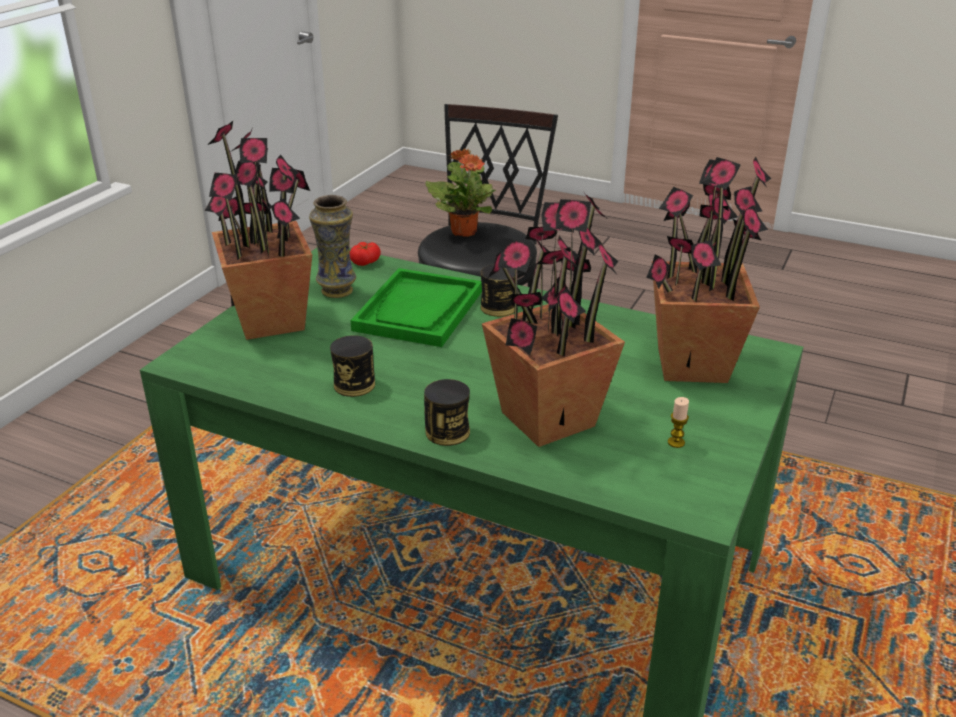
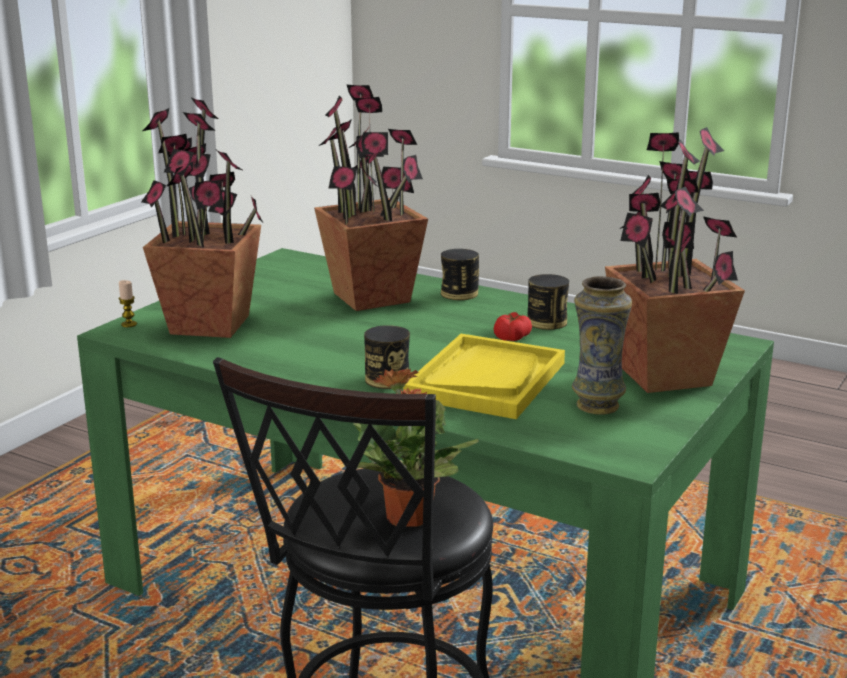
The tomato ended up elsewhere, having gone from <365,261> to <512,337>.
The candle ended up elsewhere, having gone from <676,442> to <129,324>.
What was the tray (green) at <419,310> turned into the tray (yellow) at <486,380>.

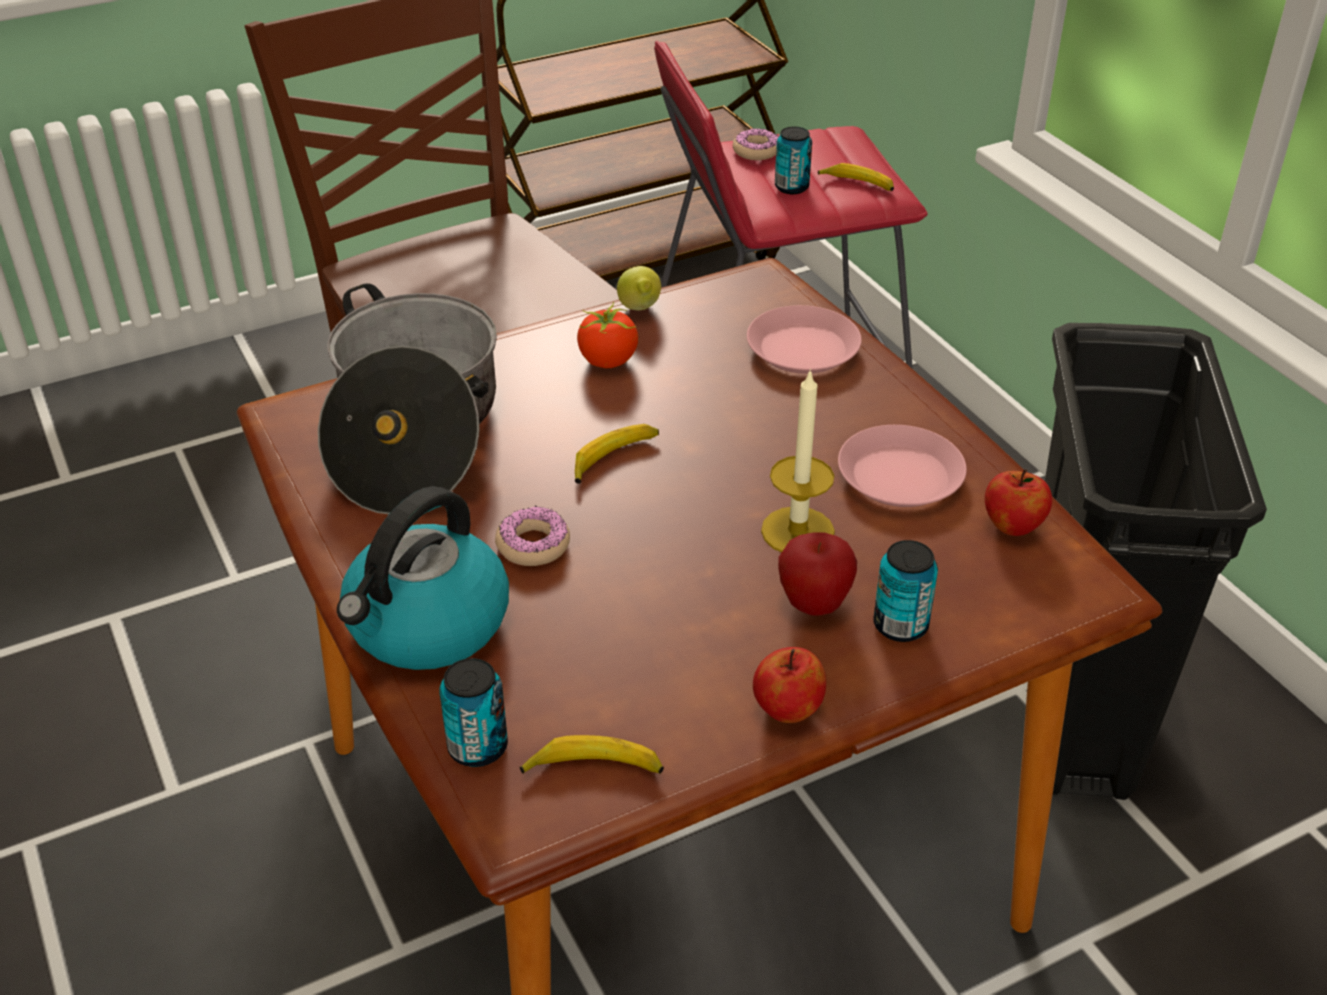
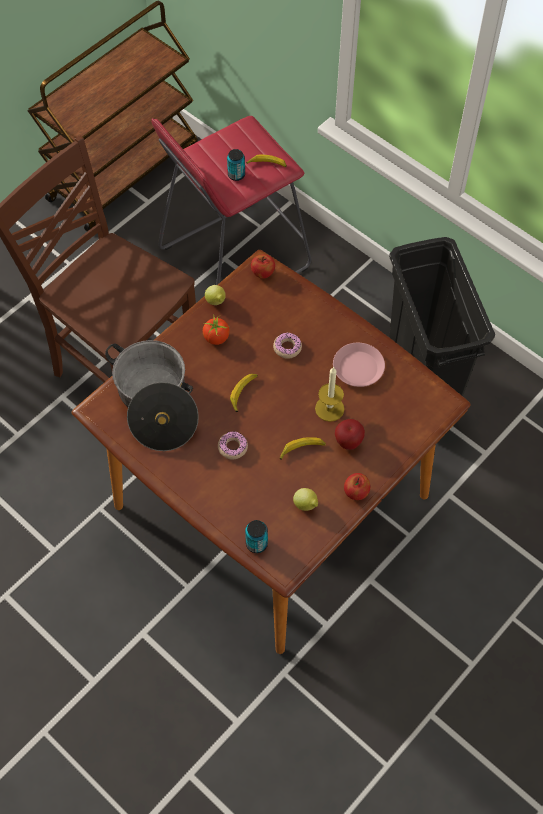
The second view lost the kettle at <427,626>.
The second view lost the plate (pink) at <803,349>.
The second view lost the can at <900,625>.
The second view gained the lemon at <306,505>.
The banana ended up elsewhere, having gone from <594,769> to <302,450>.
The donut ended up elsewhere, having gone from <756,151> to <287,348>.
The apple ended up elsewhere, having gone from <1012,526> to <263,273>.

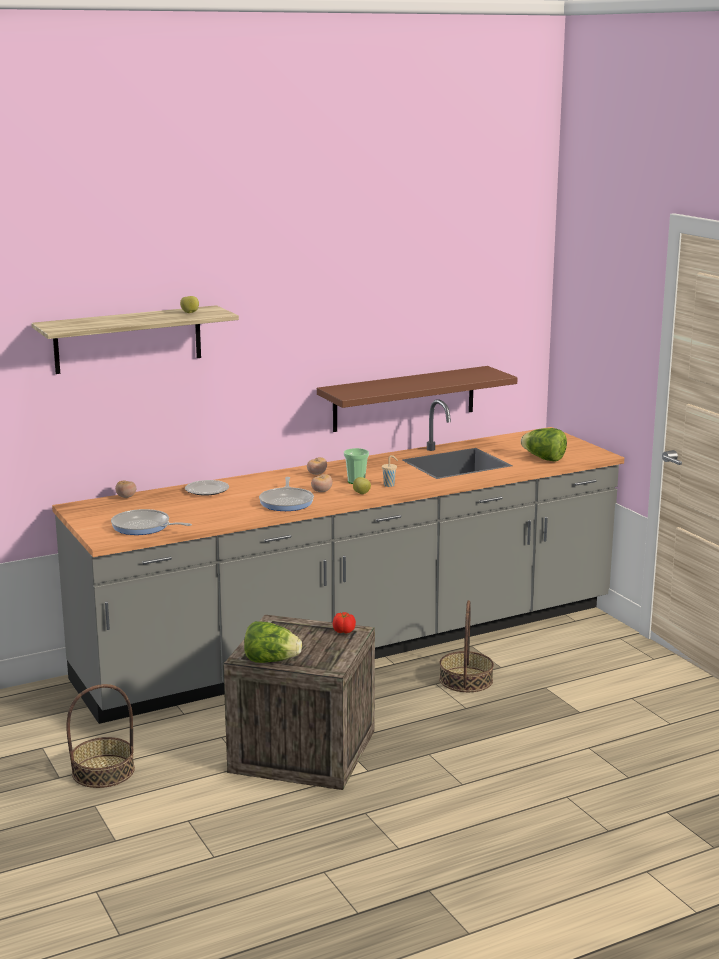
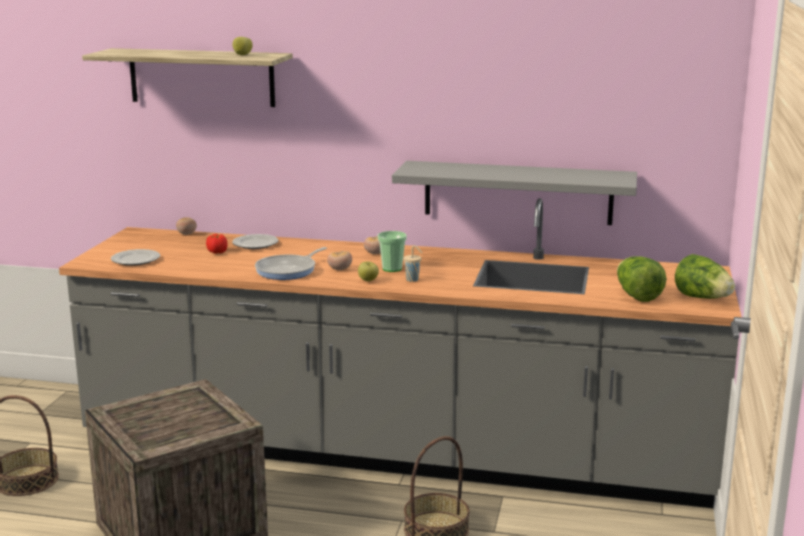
The lettuce ended up elsewhere, having gone from <271,661> to <702,298>.
The tomato ended up elsewhere, having gone from <344,631> to <217,252>.
Where the frying pan stood at <143,527>, the plate came to stand at <135,260>.
What was the shelf (brown) at <404,398> turned into the shelf (grey) at <518,192>.

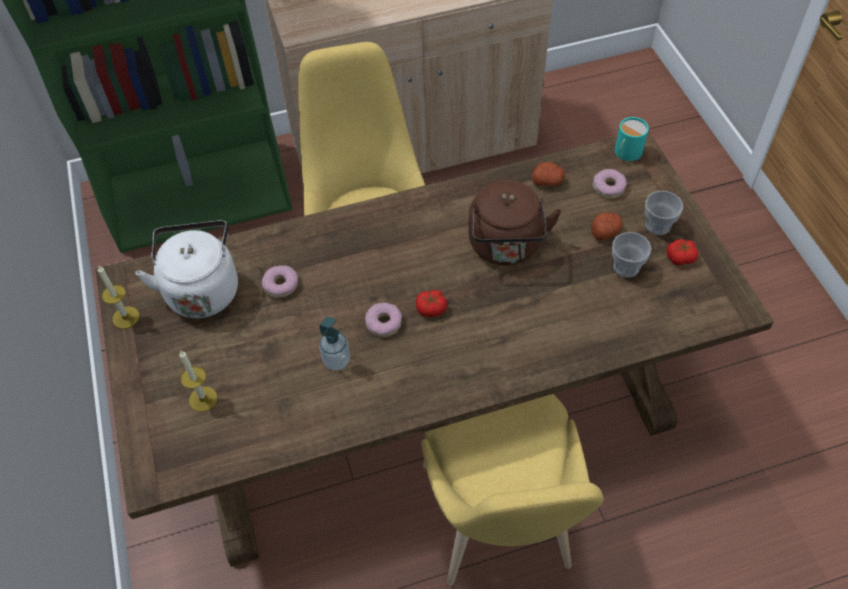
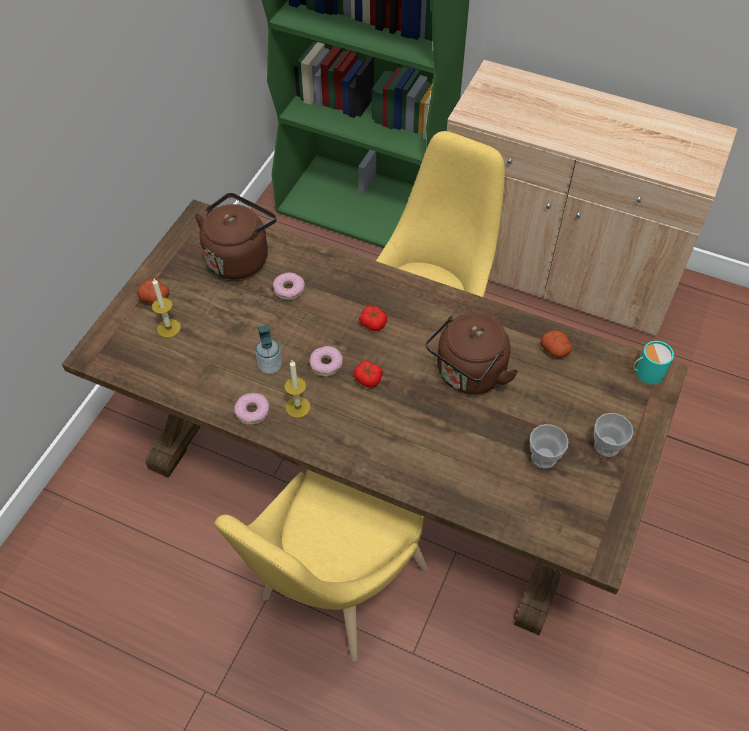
The candle ended up elsewhere, having gone from <126,317> to <298,407>.
The potato ended up elsewhere, having gone from <605,232> to <155,298>.
The donut ended up elsewhere, having gone from <608,187> to <252,411>.
The tomato ended up elsewhere, having gone from <680,257> to <373,323>.
What was the kettle (white) at <202,289> turned into the kettle (brown) at <239,257>.

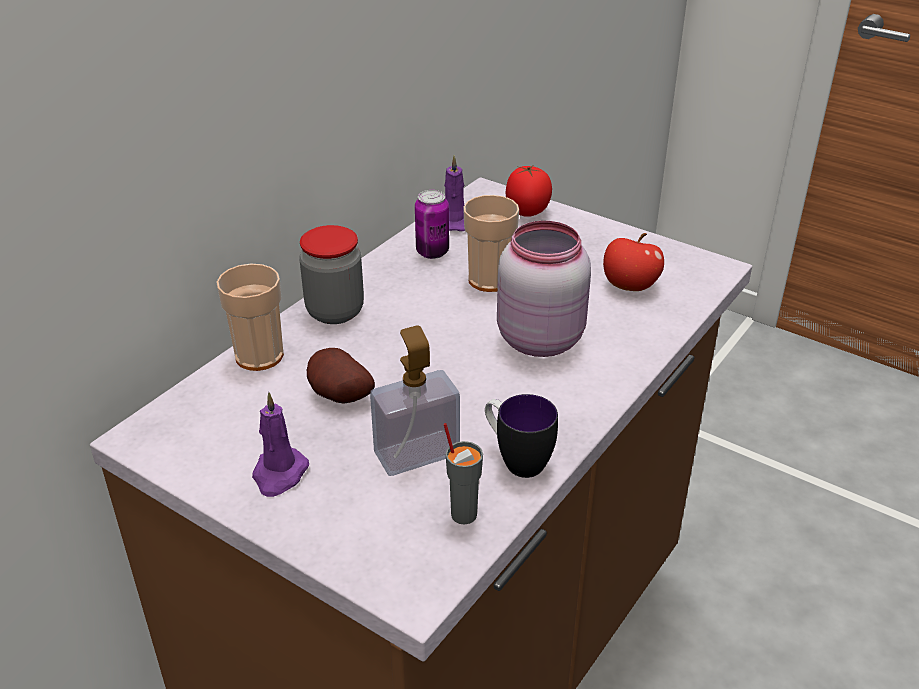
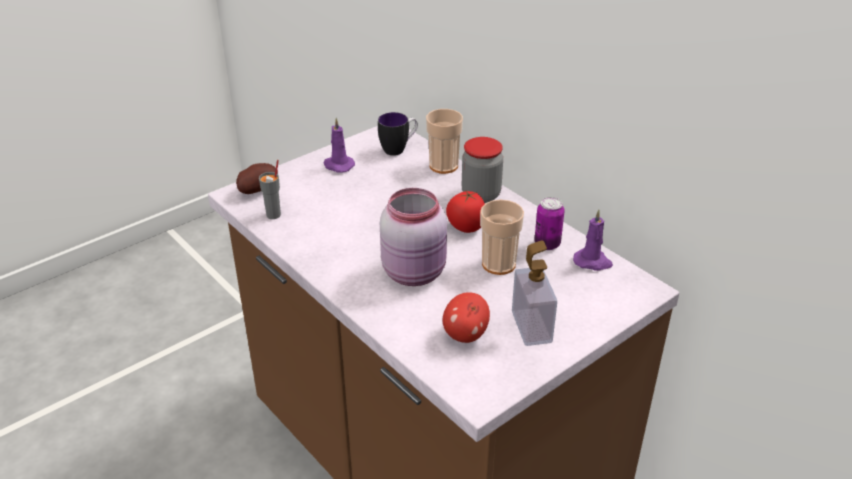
The potato ended up elsewhere, having gone from <338,397> to <257,190>.
The soap dispenser ended up elsewhere, having gone from <416,453> to <531,327>.
The mug ended up elsewhere, having gone from <516,459> to <399,149>.
The tomato ended up elsewhere, having gone from <527,213> to <466,228>.

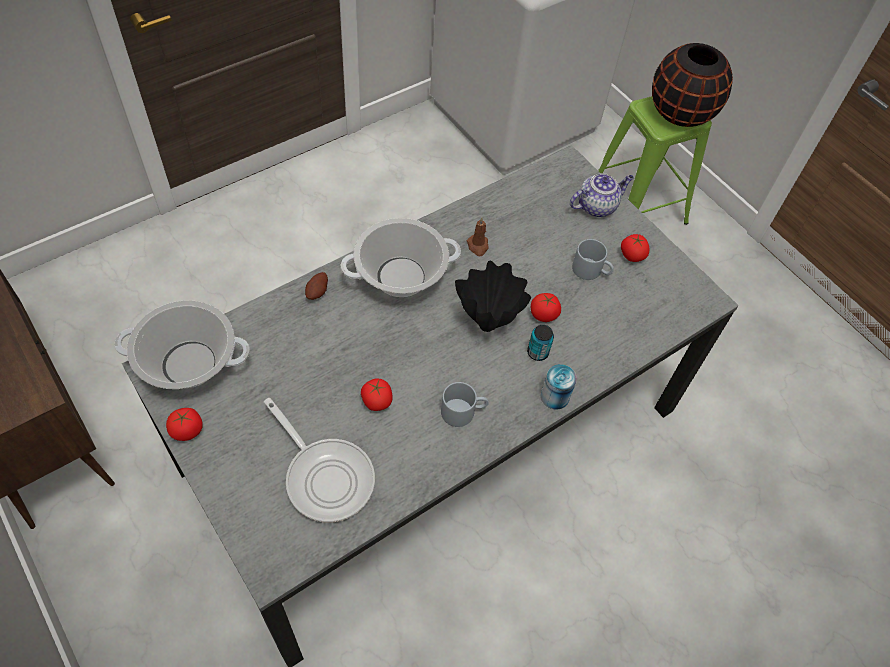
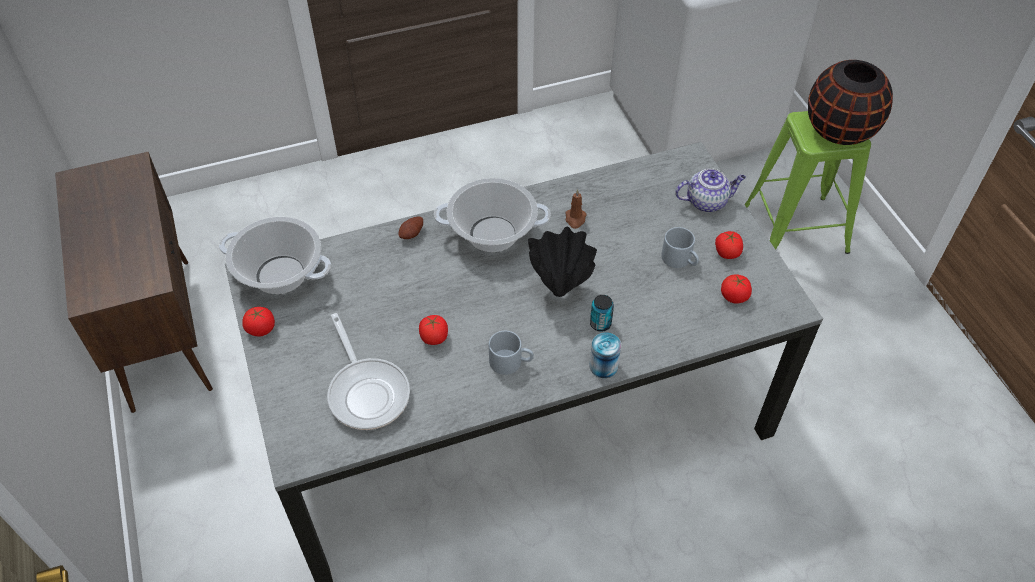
The tomato ended up elsewhere, having gone from <543,314> to <734,296>.

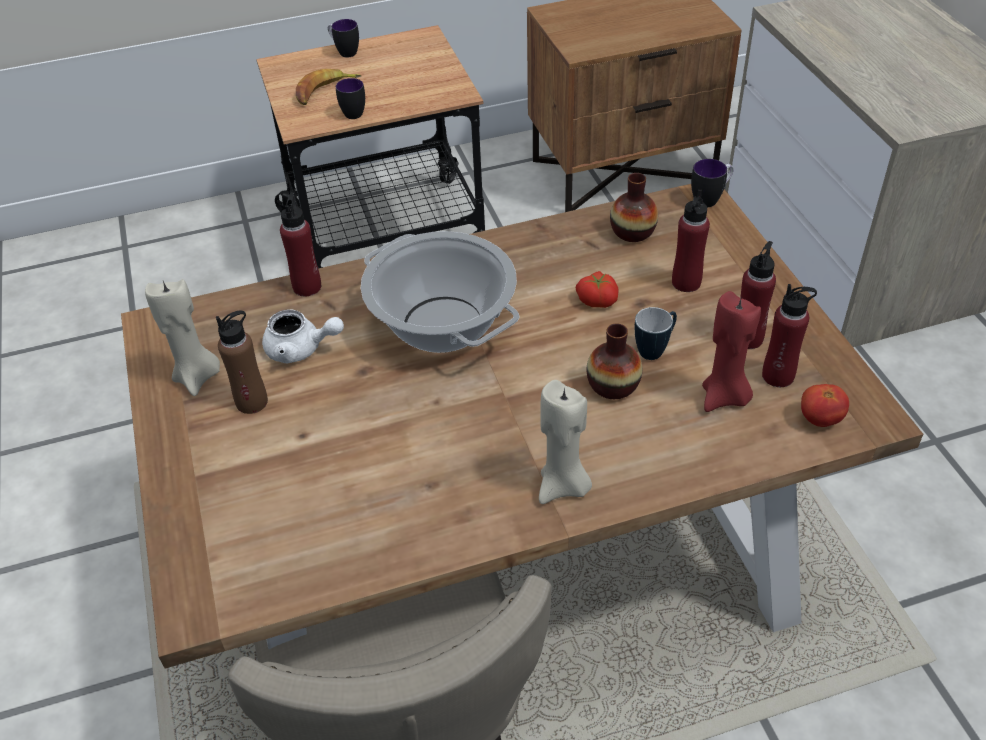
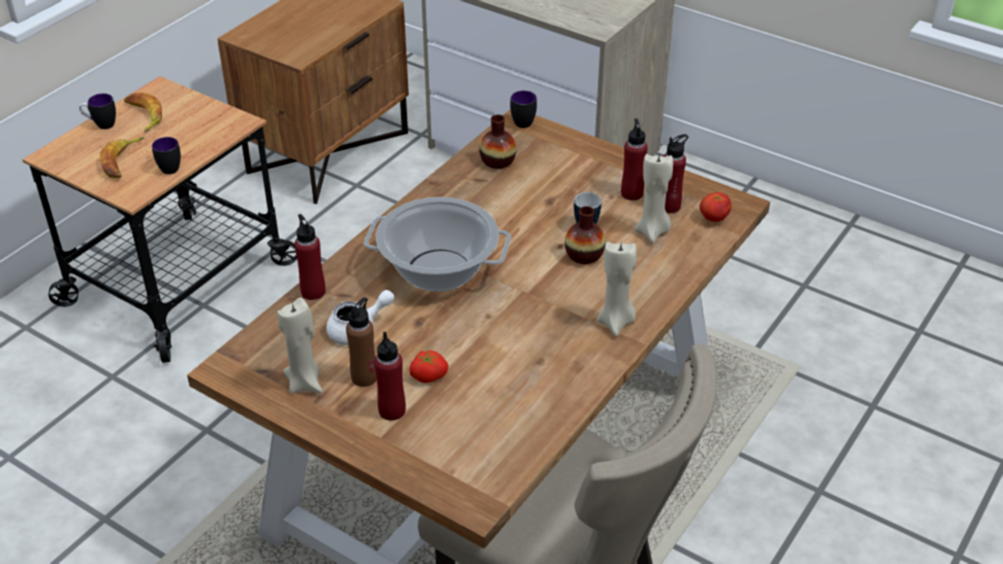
The second view gained the banana at <143,116>.
The tomato ended up elsewhere, having gone from <597,299> to <428,374>.
The bottle (red) ended up elsewhere, having gone from <686,282> to <392,410>.
What was the candle (red) at <724,397> turned into the candle (beige) at <653,231>.

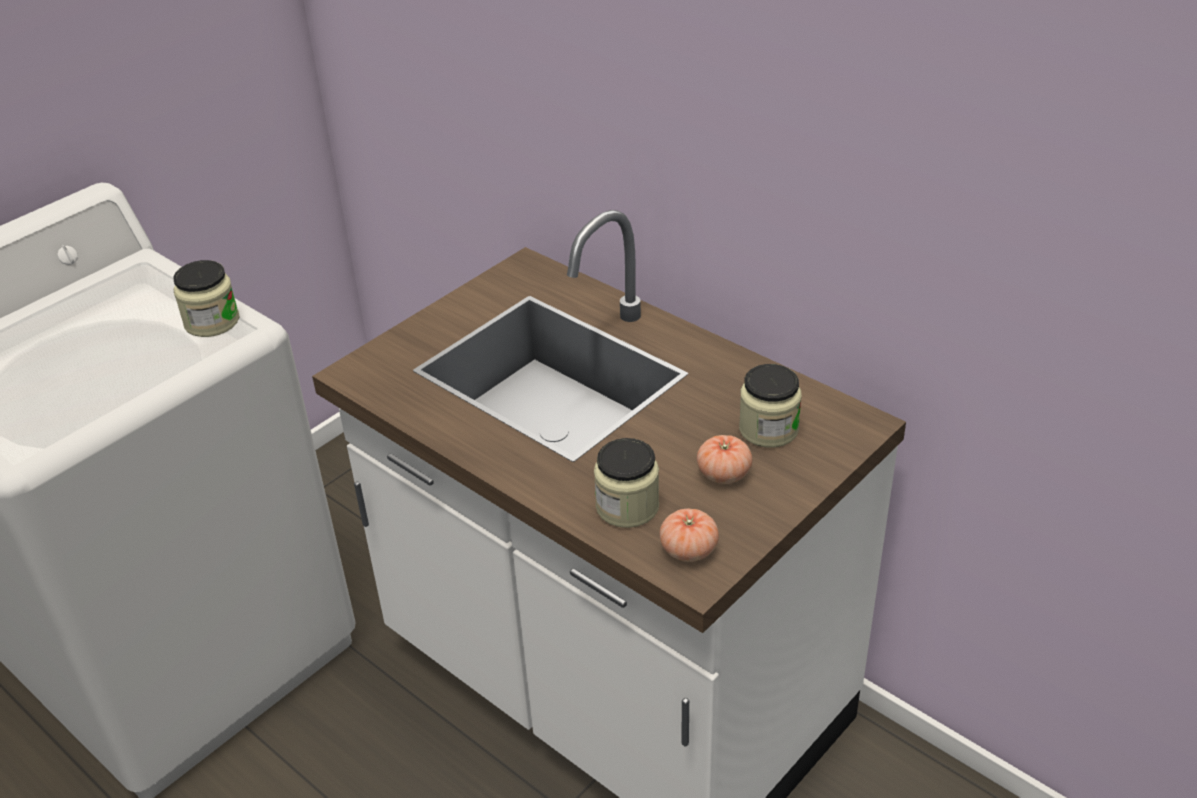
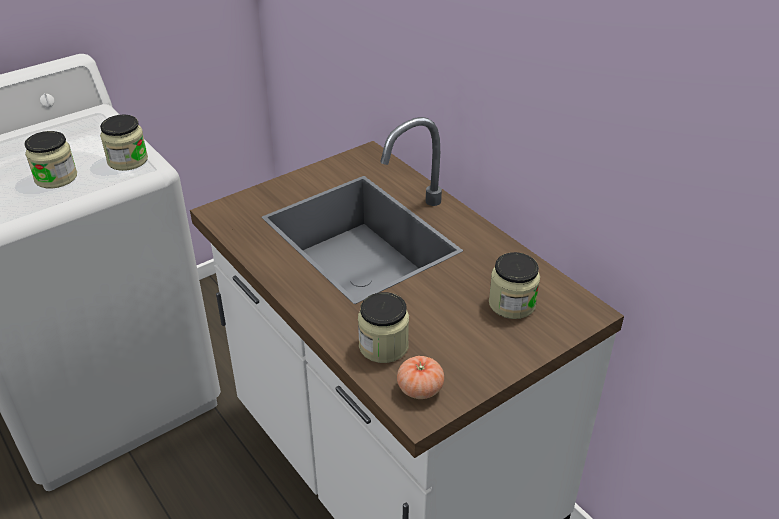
The second view lost the tomato at <724,474>.
The second view gained the jar at <56,178>.

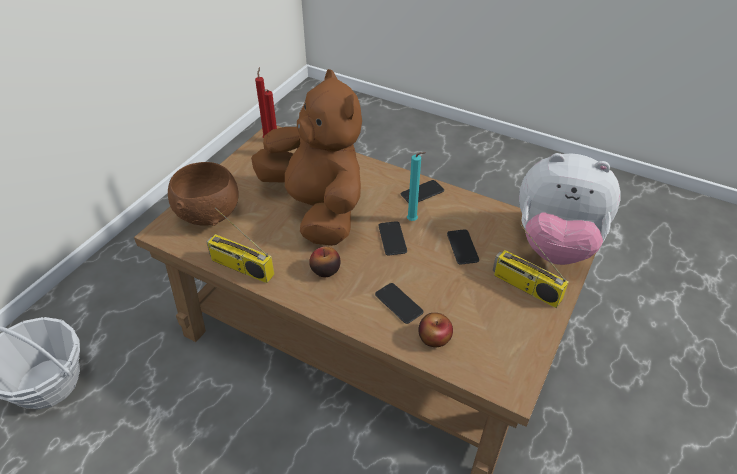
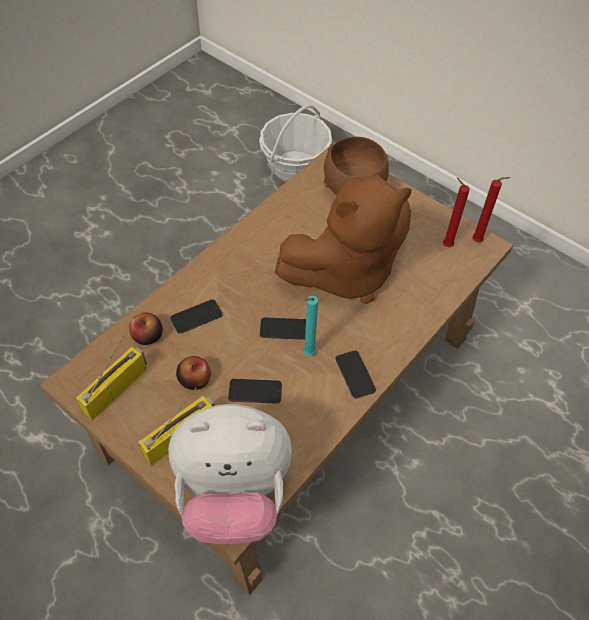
The radio ended up elsewhere, having gone from <240,267> to <115,388>.
The apple ended up elsewhere, having gone from <325,270> to <194,379>.
The plush toy at <555,244> ended up facing another way, 120 degrees counterclockwise from before.

